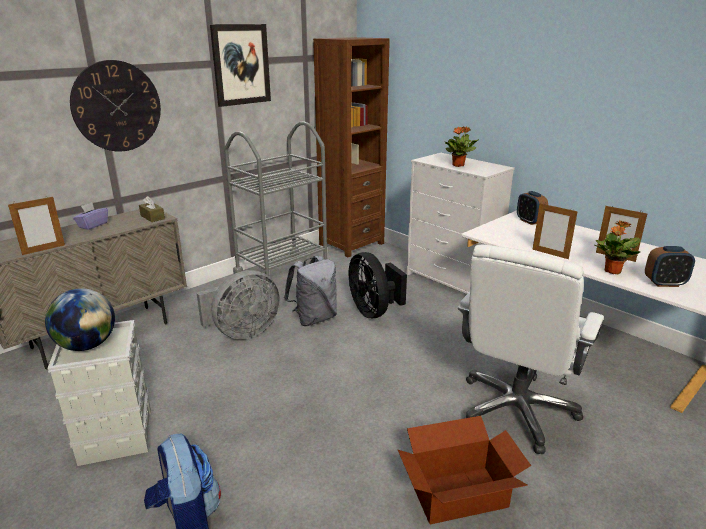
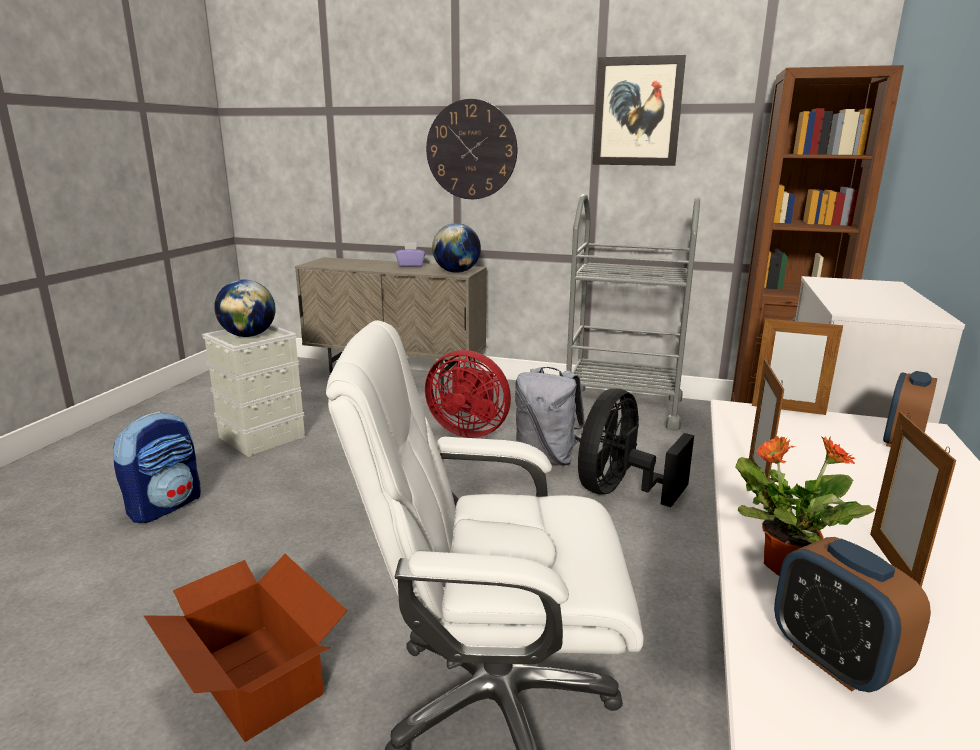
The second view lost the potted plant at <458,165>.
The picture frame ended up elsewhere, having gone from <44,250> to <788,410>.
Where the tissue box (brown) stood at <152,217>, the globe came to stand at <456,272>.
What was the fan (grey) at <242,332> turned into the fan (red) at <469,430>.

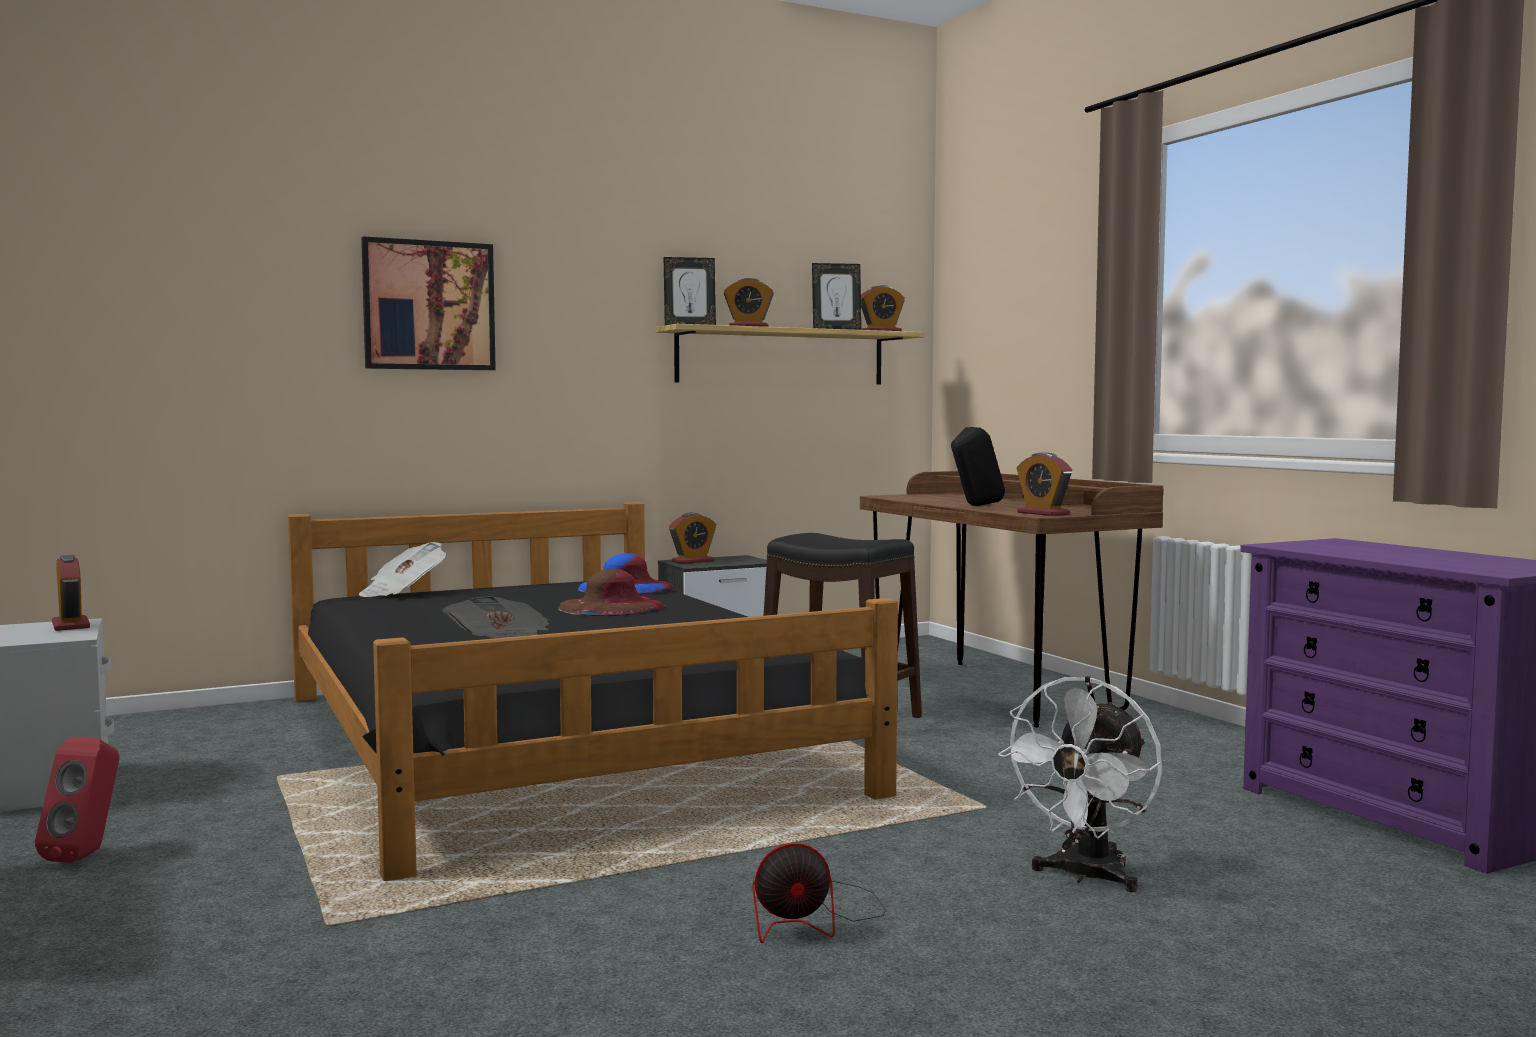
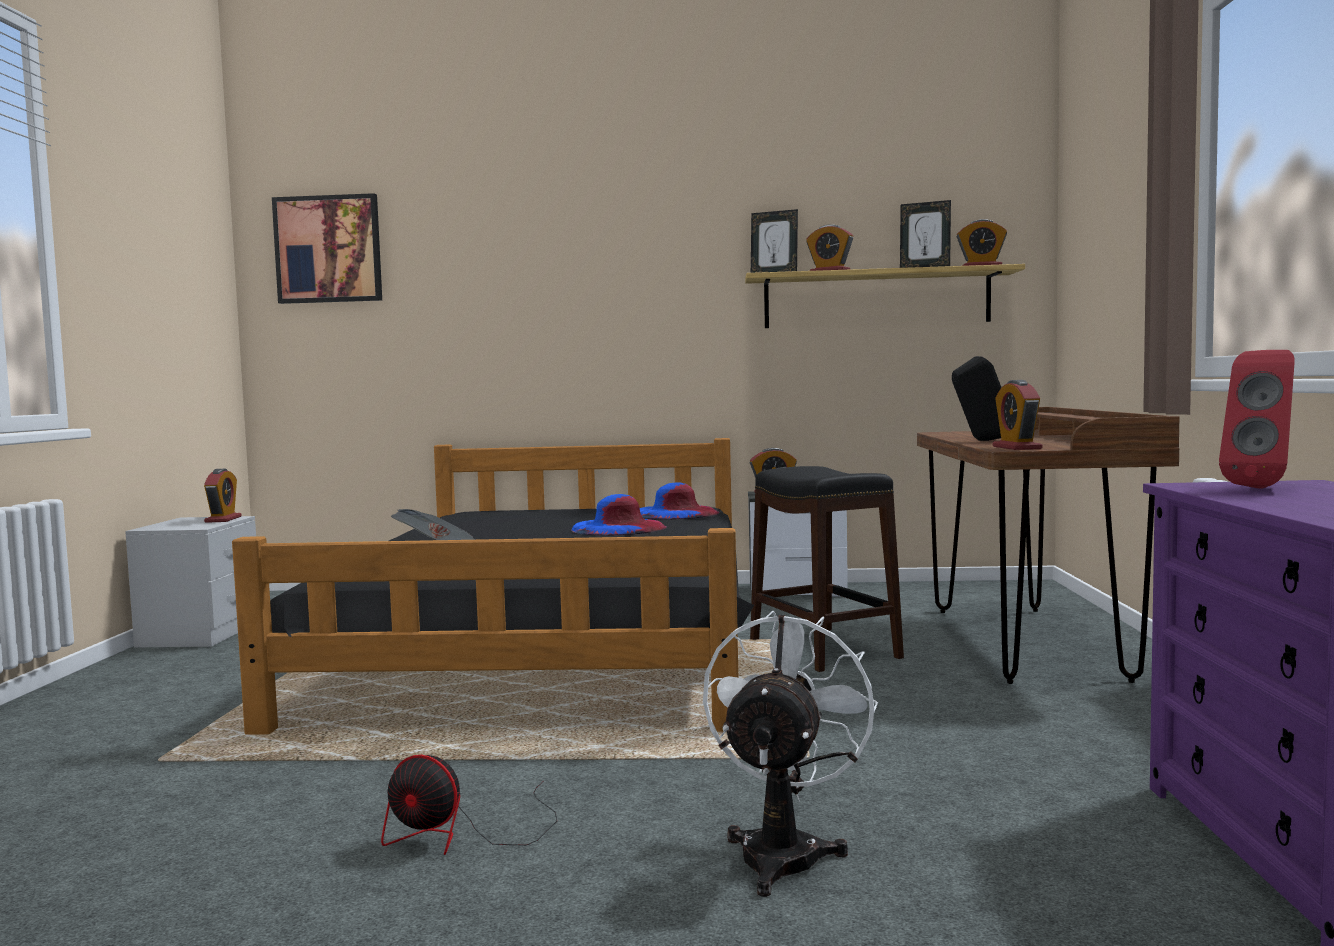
The second view lost the newspaper at <402,592>.
The speaker (red) ended up elsewhere, having gone from <86,855> to <1261,487>.
The picture ended up elsewhere, having gone from <429,305> to <328,249>.
What was the hat (brown) at <611,607> turned into the hat (blue) at <618,528>.
The fan (white) at <1085,877> ended up facing another way, 135 degrees clockwise from before.

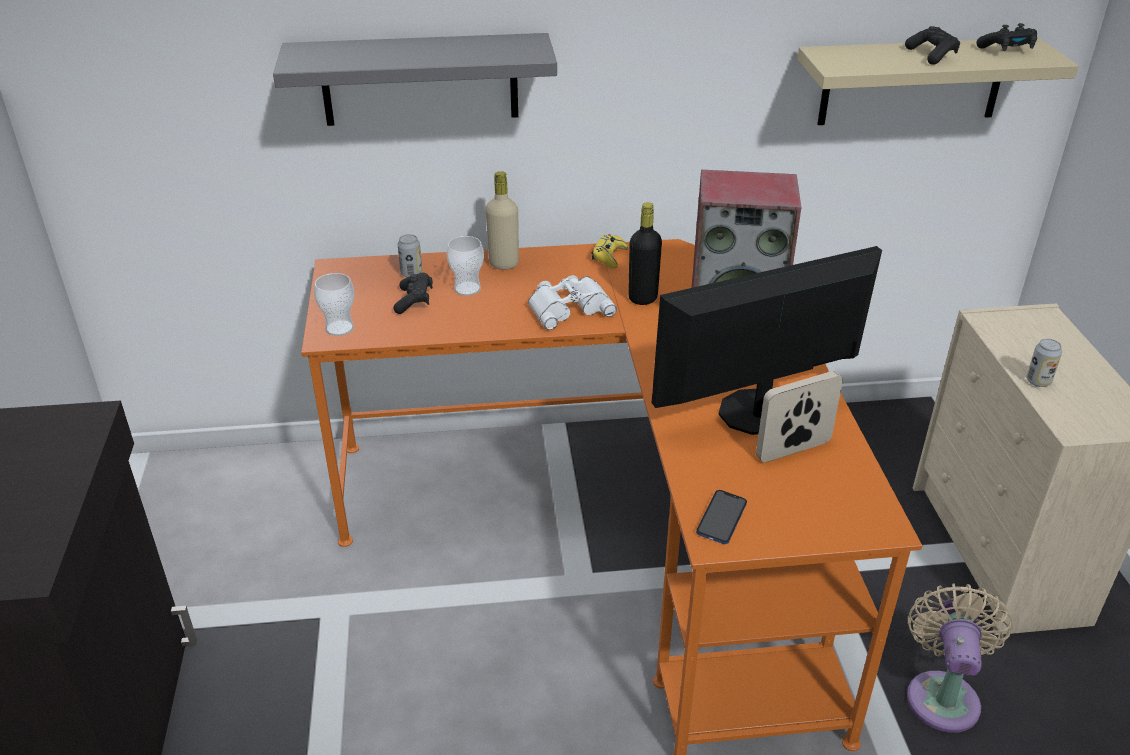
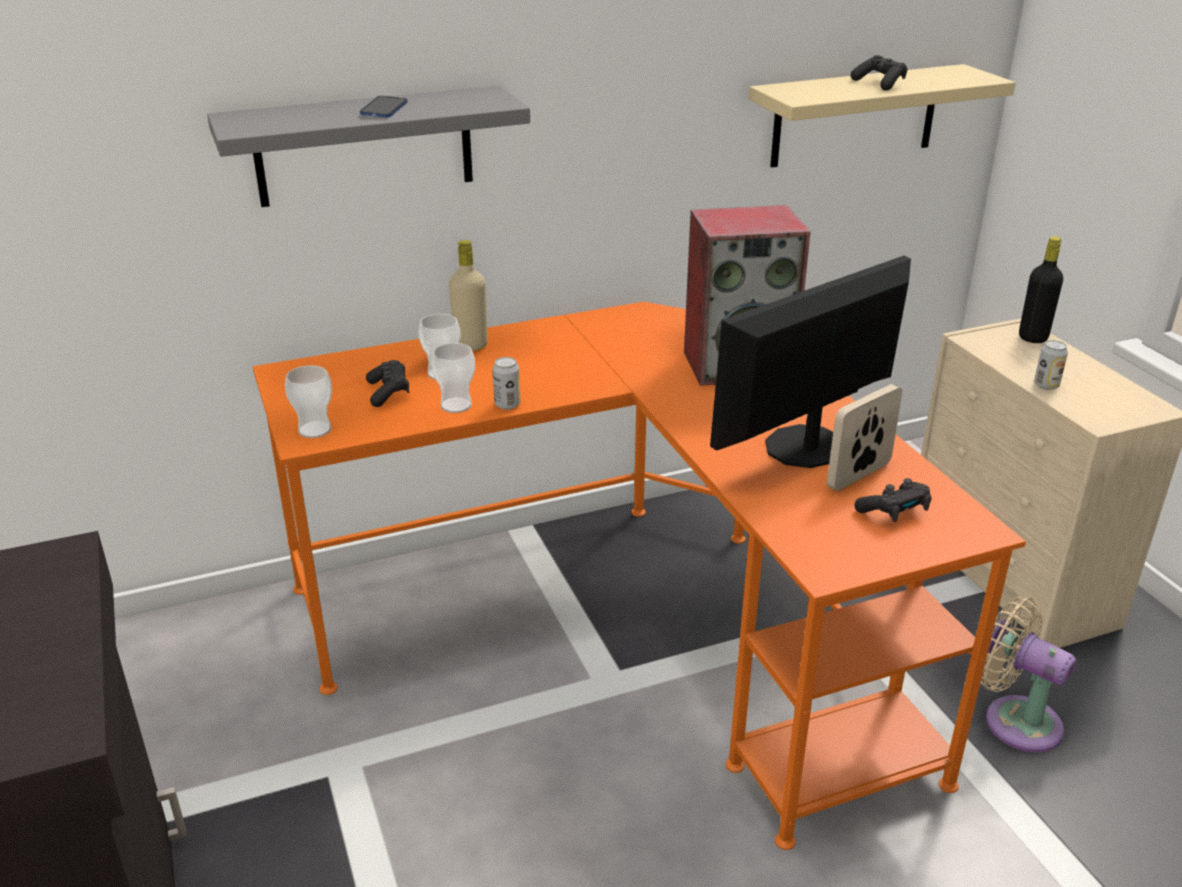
The second view lost the binoculars (white) at <569,307>.
The second view lost the game controller (yellow) at <609,256>.
The second view gained the cup at <456,405>.
The can ended up elsewhere, having gone from <411,274> to <507,404>.
The bottle (black) ended up elsewhere, having gone from <642,298> to <1033,337>.
The phone ended up elsewhere, having gone from <721,518> to <384,109>.
The game controller (black) ended up elsewhere, having gone from <1007,50> to <894,511>.
The fan (beige) at <943,694> ended up facing another way, 45 degrees counterclockwise from before.

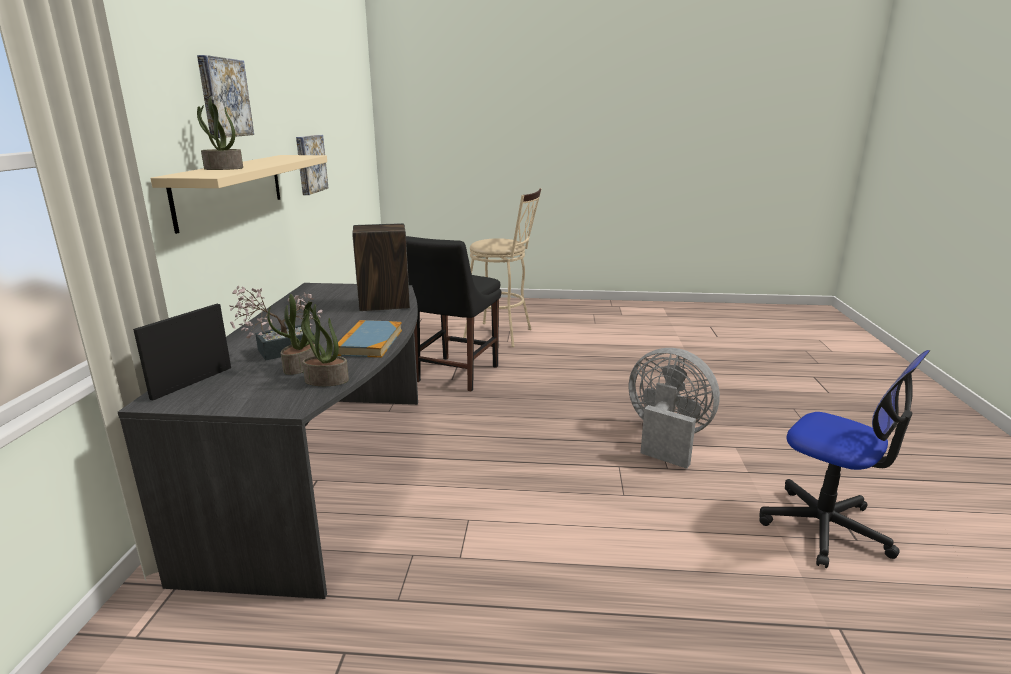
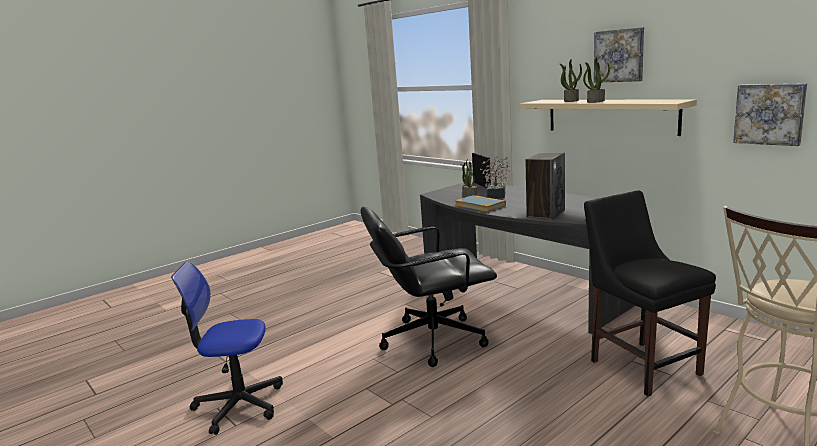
The second view lost the fan (grey) at <666,438>.
The second view gained the office chair (black) at <431,339>.
The potted plant ended up elsewhere, having gone from <326,381> to <595,101>.

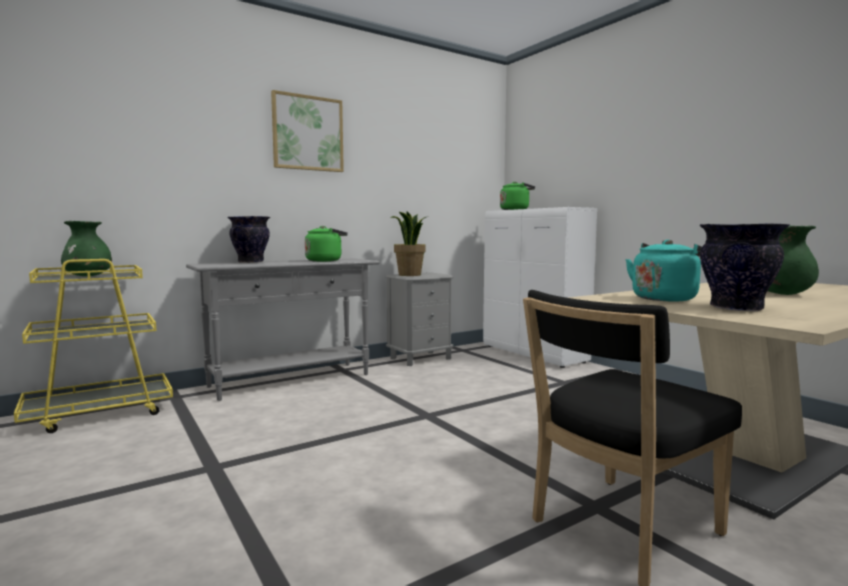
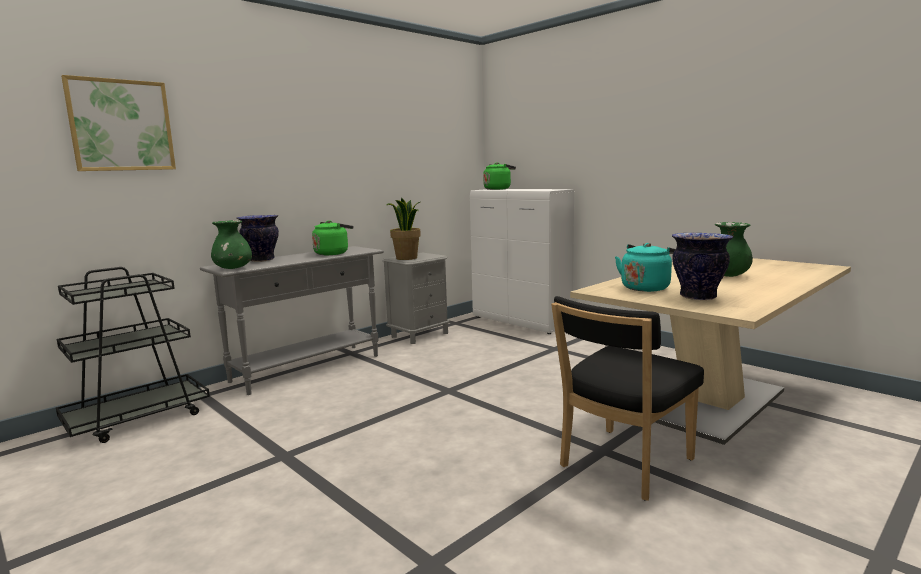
The vase (green) ended up elsewhere, having gone from <88,276> to <233,268>.
The picture ended up elsewhere, having gone from <307,133> to <121,125>.
What was the cart (yellow) at <100,413> turned into the cart (black) at <138,418>.

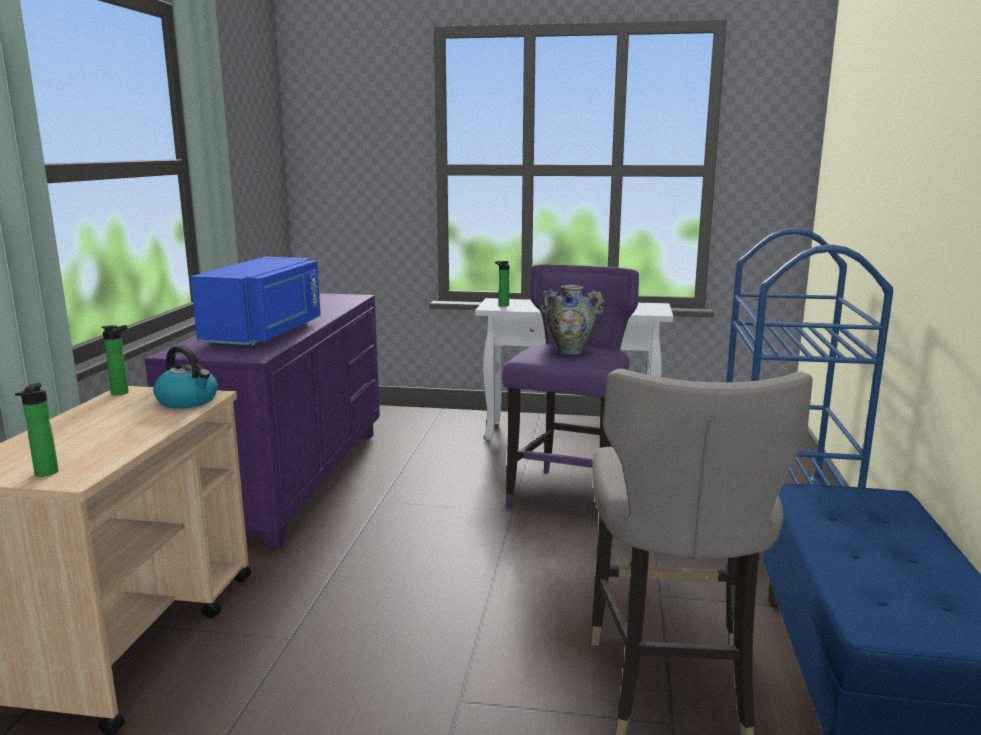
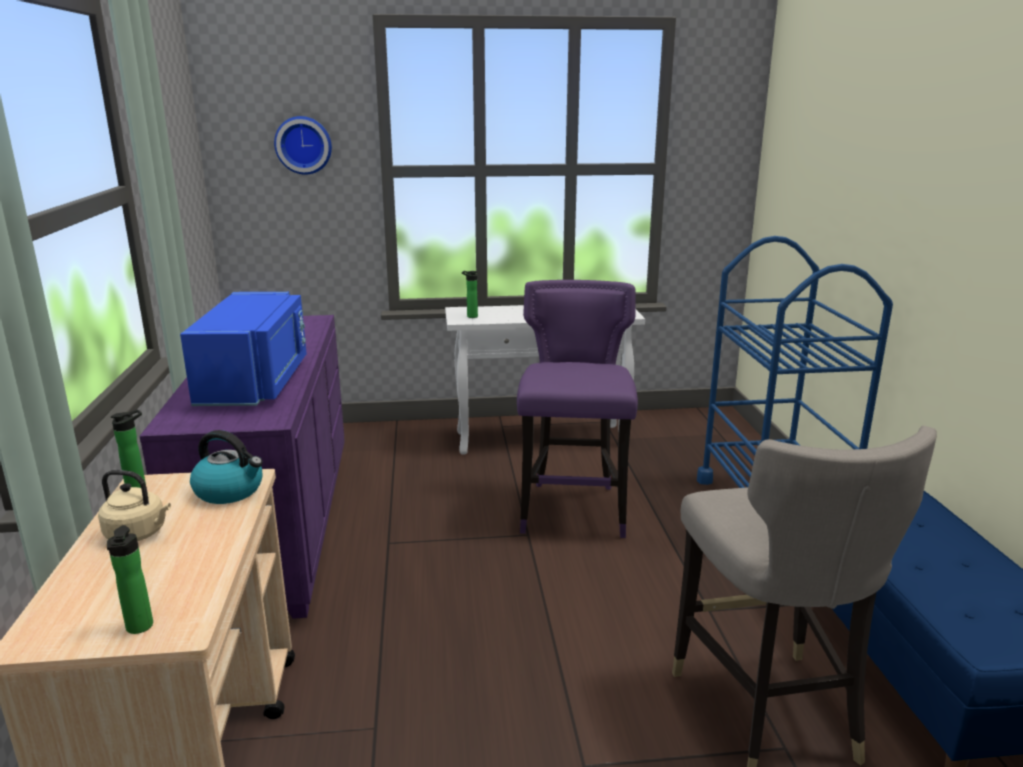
The second view lost the vase at <570,351>.
The second view gained the kettle (beige) at <138,534>.
The second view gained the wall clock at <303,145>.

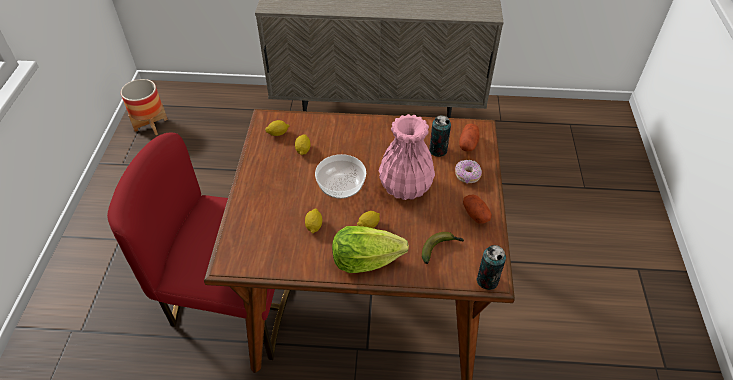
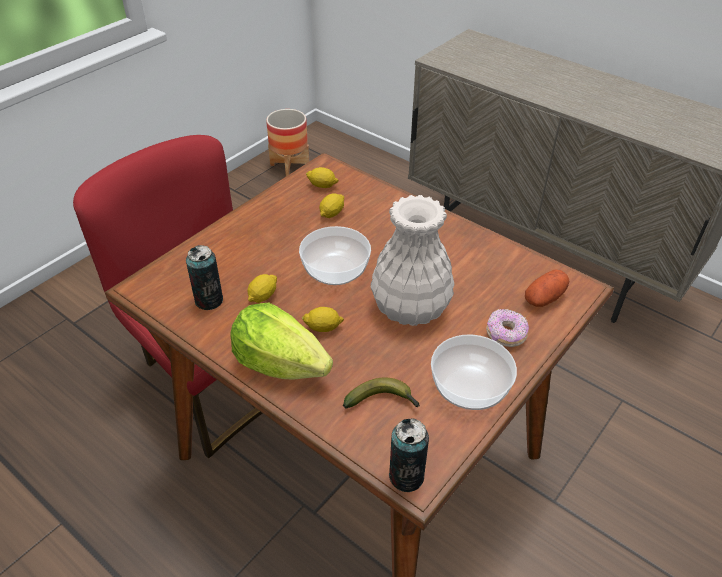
The can ended up elsewhere, having gone from <438,150> to <209,300>.
Where the potato stood at <475,214>, the bowl came to stand at <471,386>.
What was the vase (pink) at <405,187> turned into the vase (white) at <409,308>.

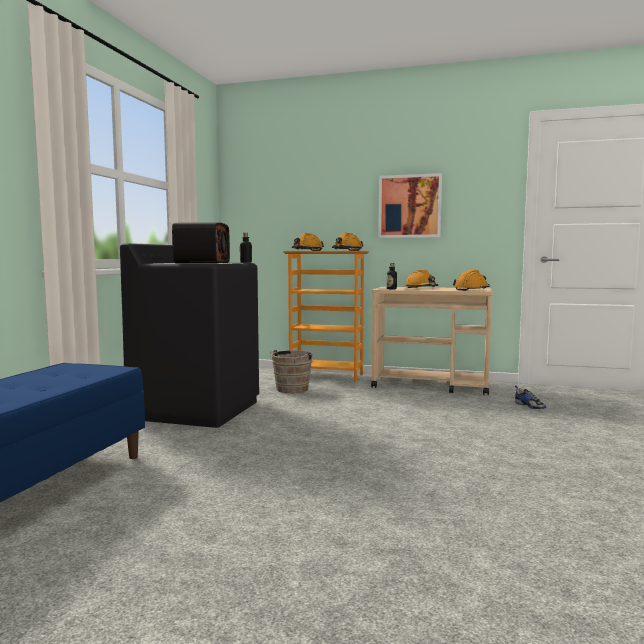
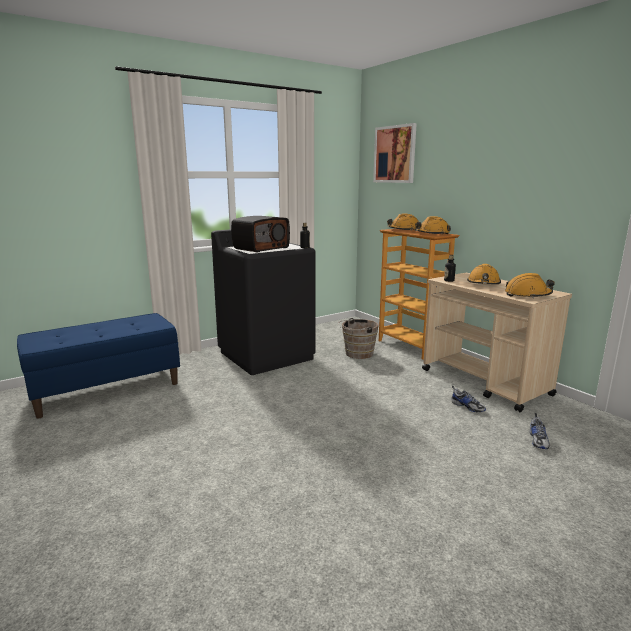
The second view gained the shoe at <467,407>.
The picture ended up elsewhere, having gone from <409,206> to <395,154>.

